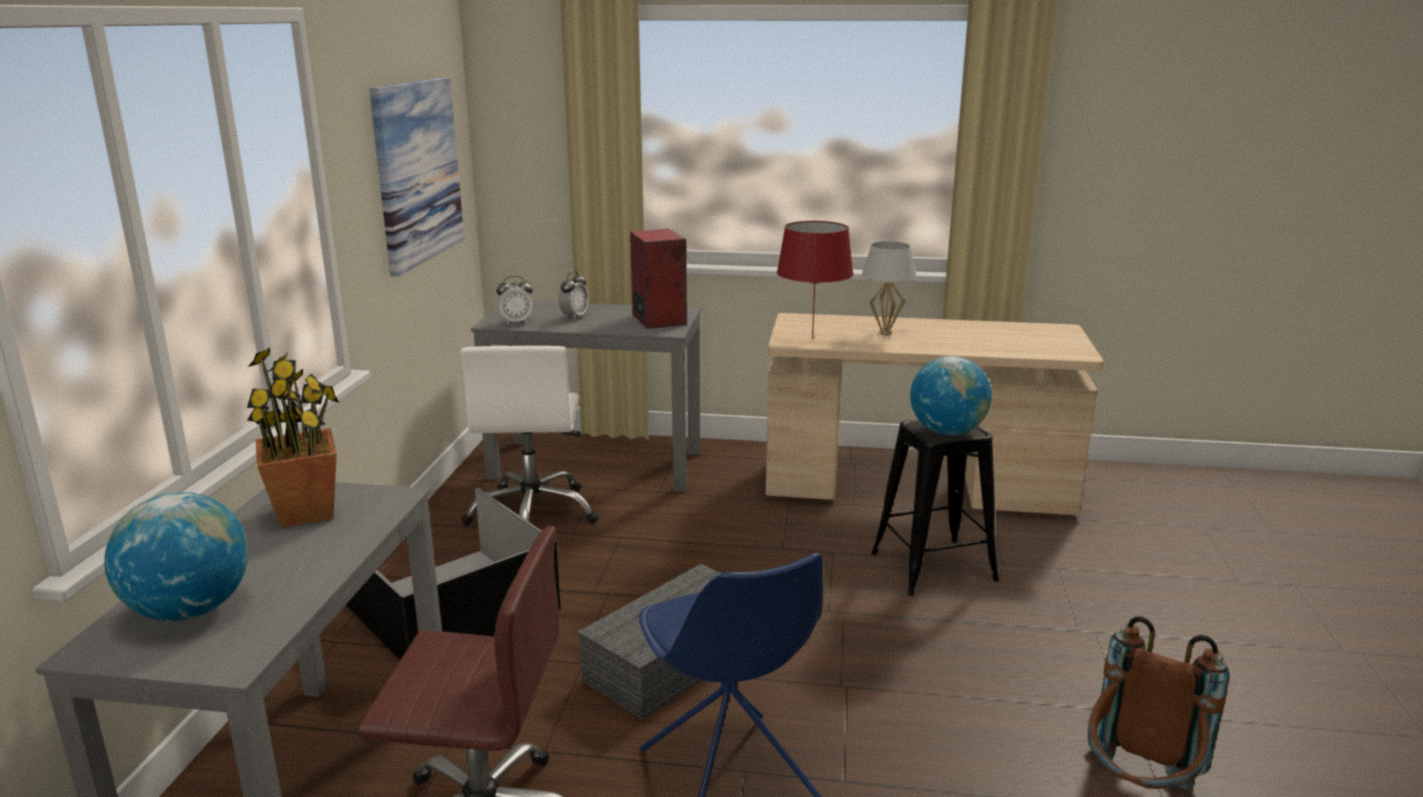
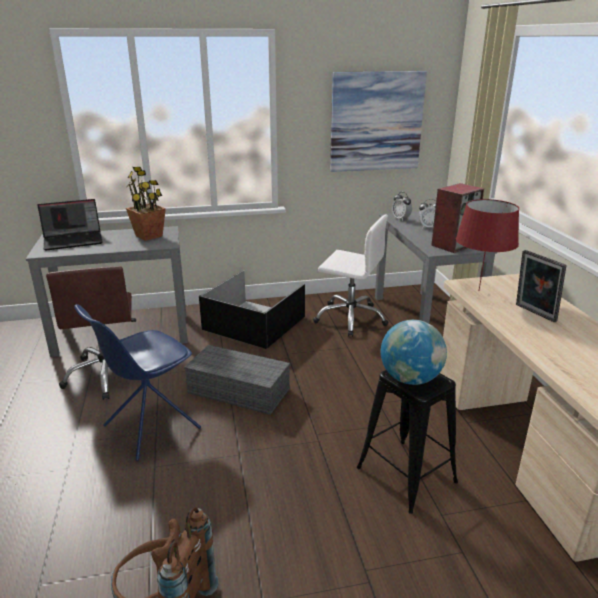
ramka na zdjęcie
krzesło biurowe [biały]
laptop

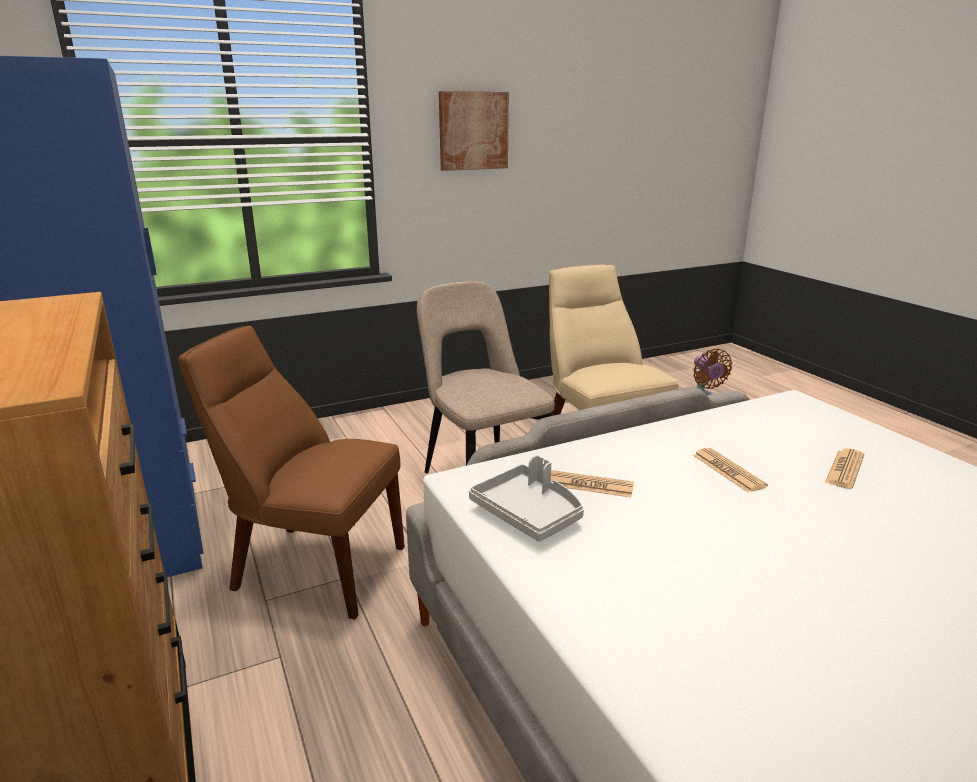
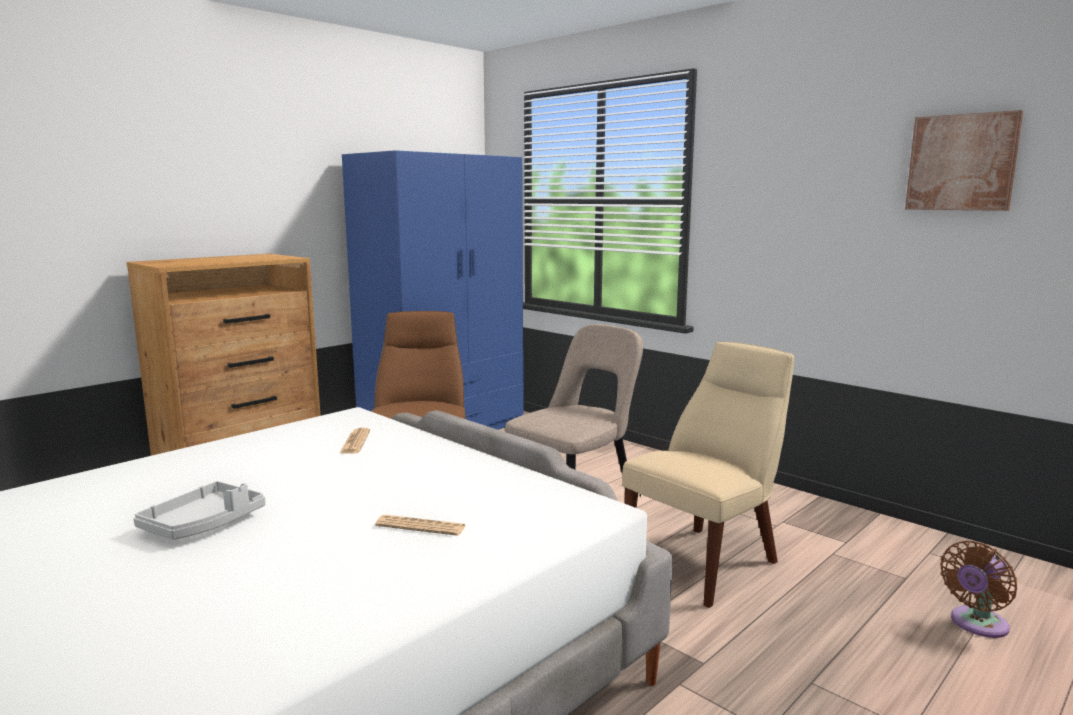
obraz
gazeta (2nd from left in the first image)
taca [szary]

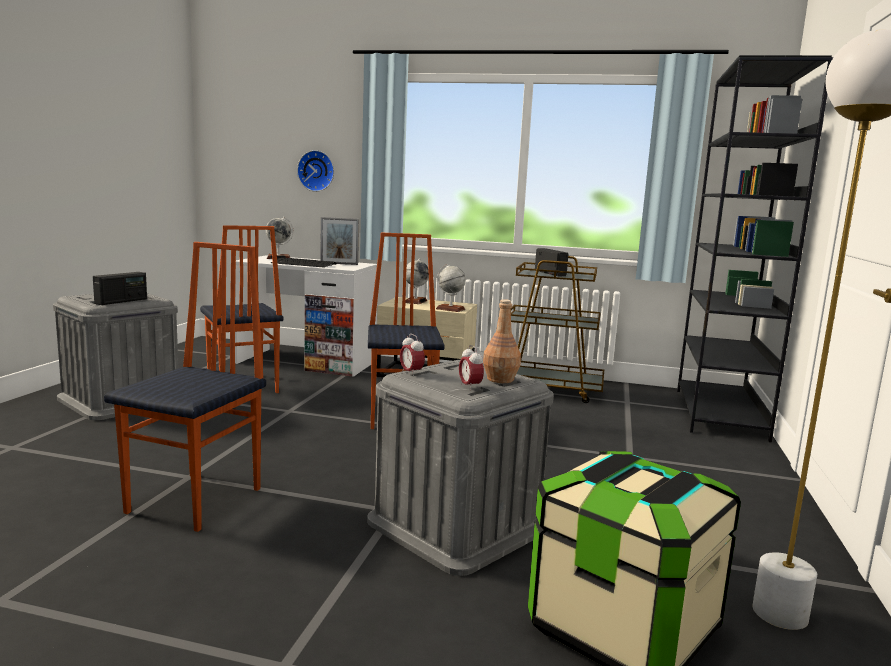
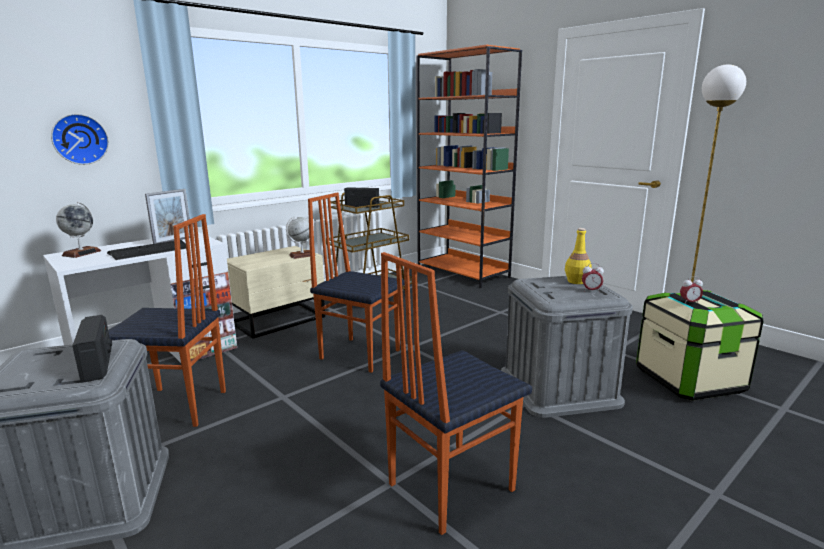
regał [pomarańczowy]
krzesło (3rd from left)
globus (2nd from left in the first image)
butelka [żółty]
budzik (2nd from left)

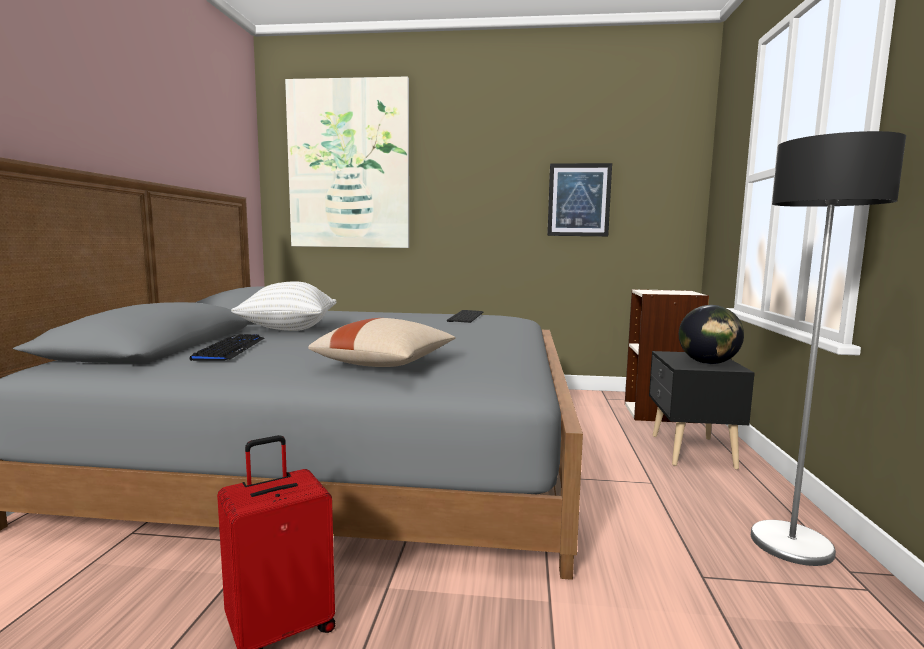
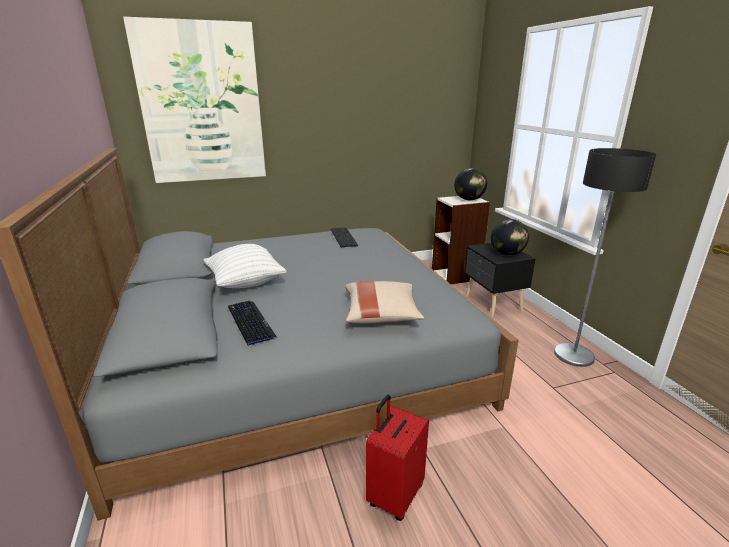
obraz (2nd from left in the first image)
globus (1st from left)

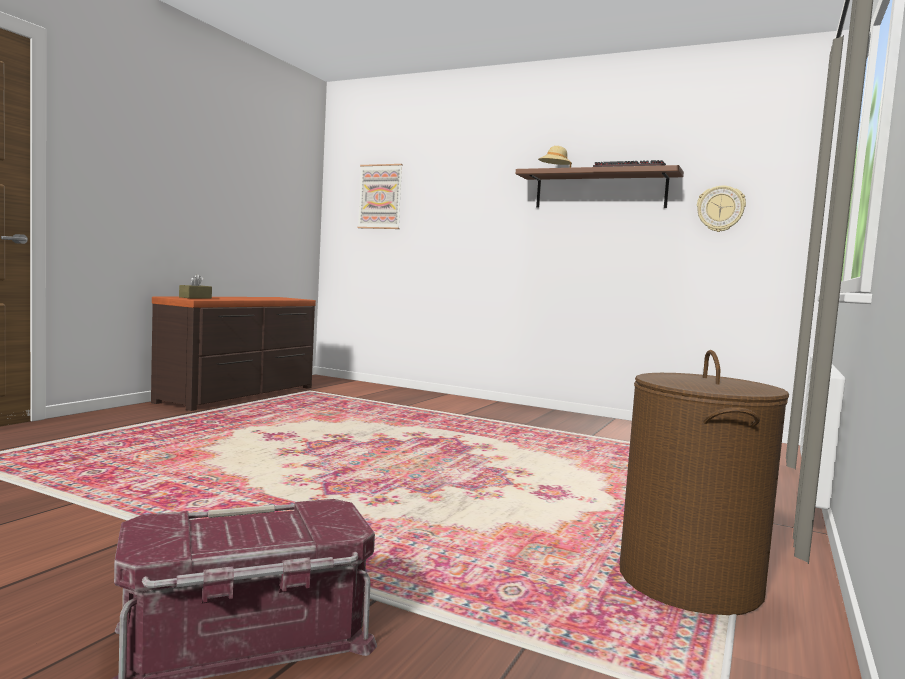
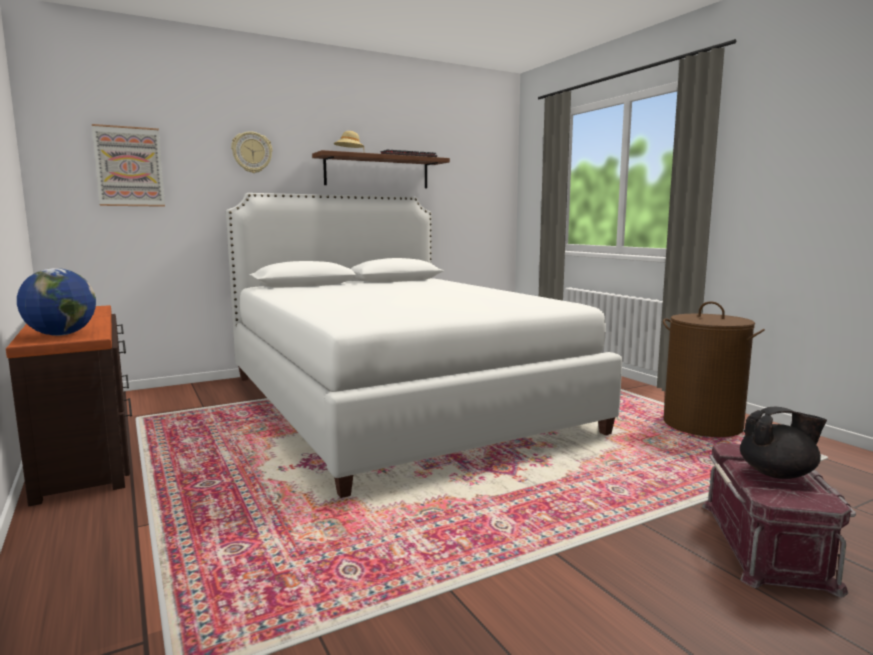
zegar ścienny
globus
łóżko [biały]
imbryk [czarny]

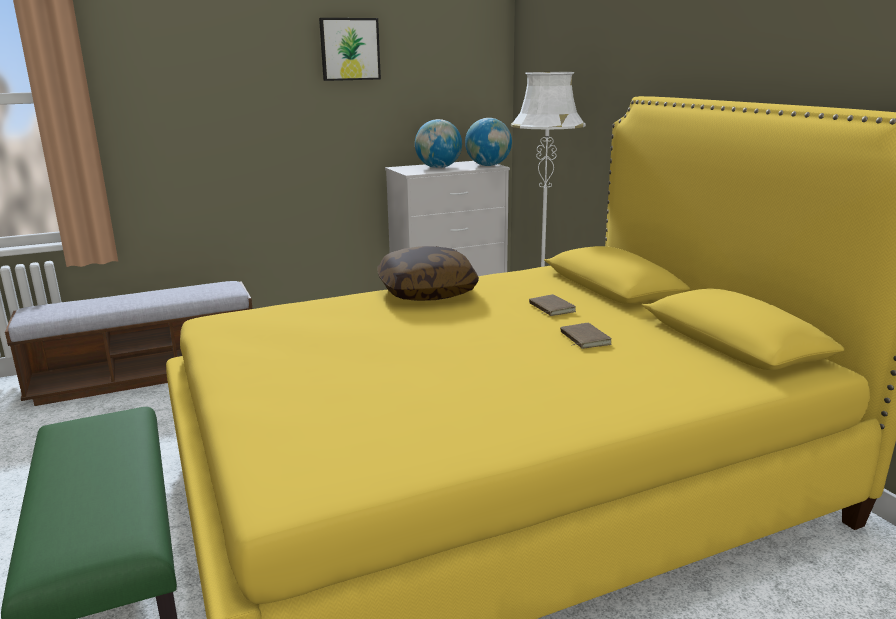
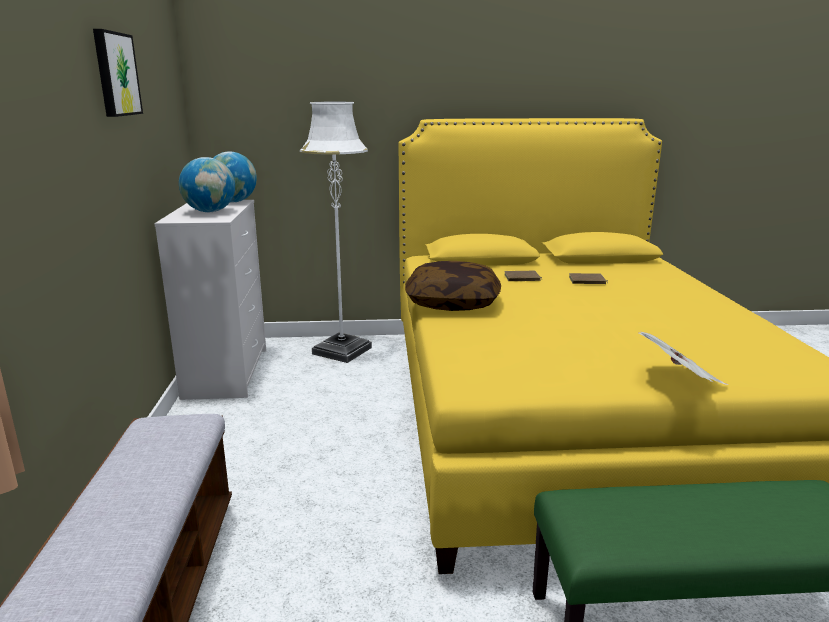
gazeta

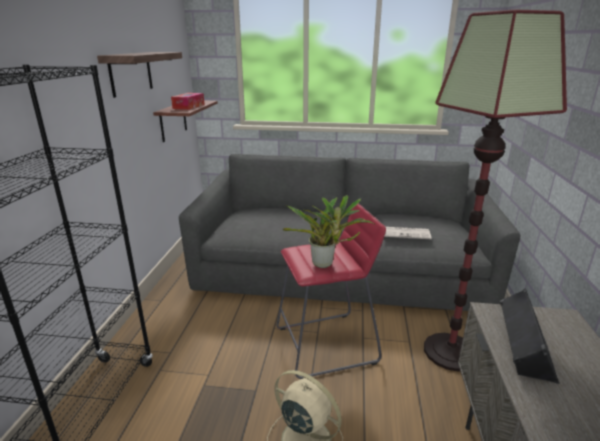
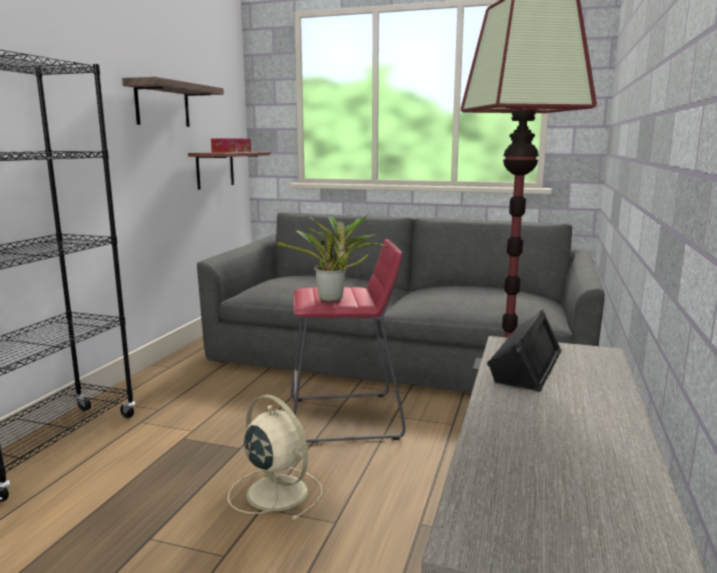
gazeta

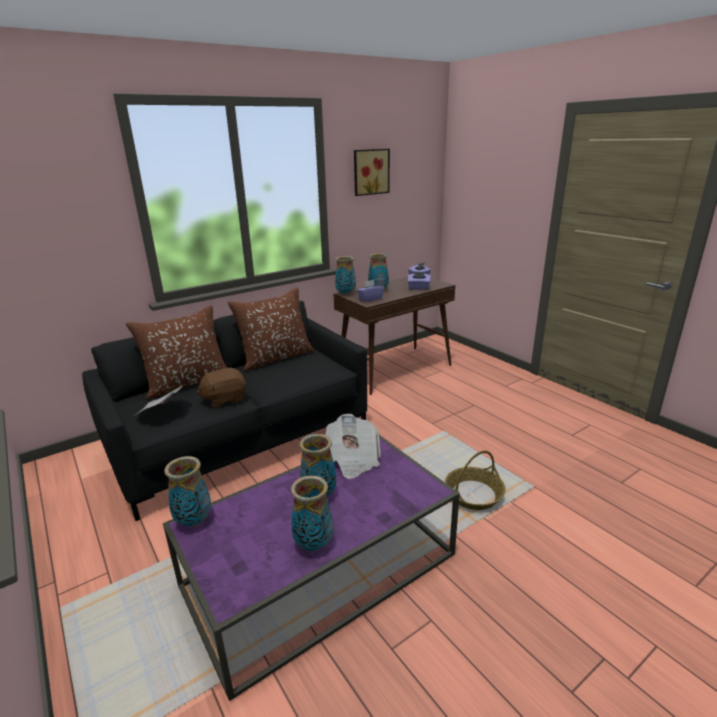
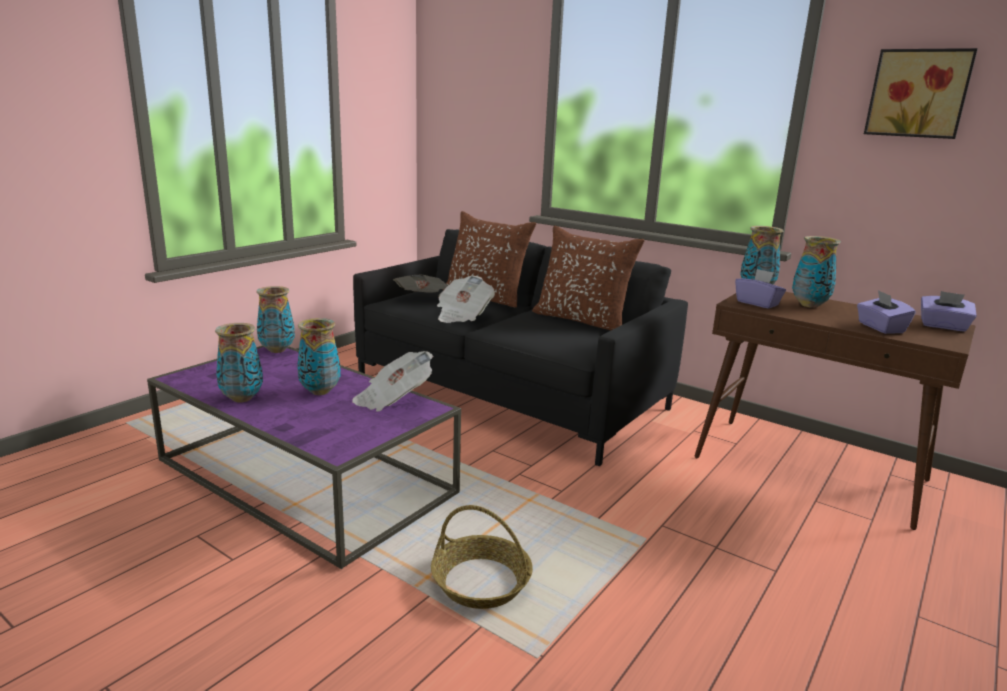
gazeta (3rd from left)

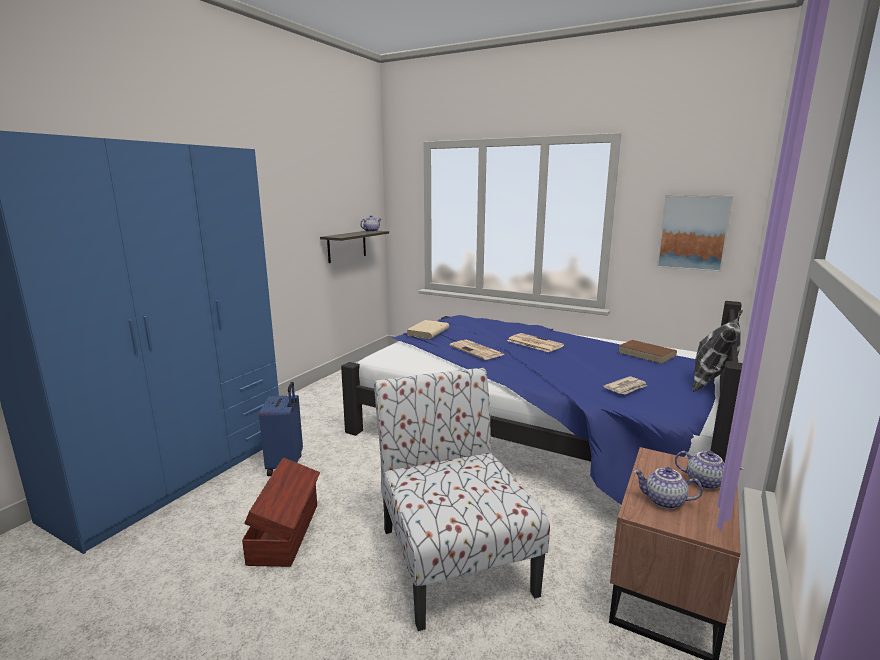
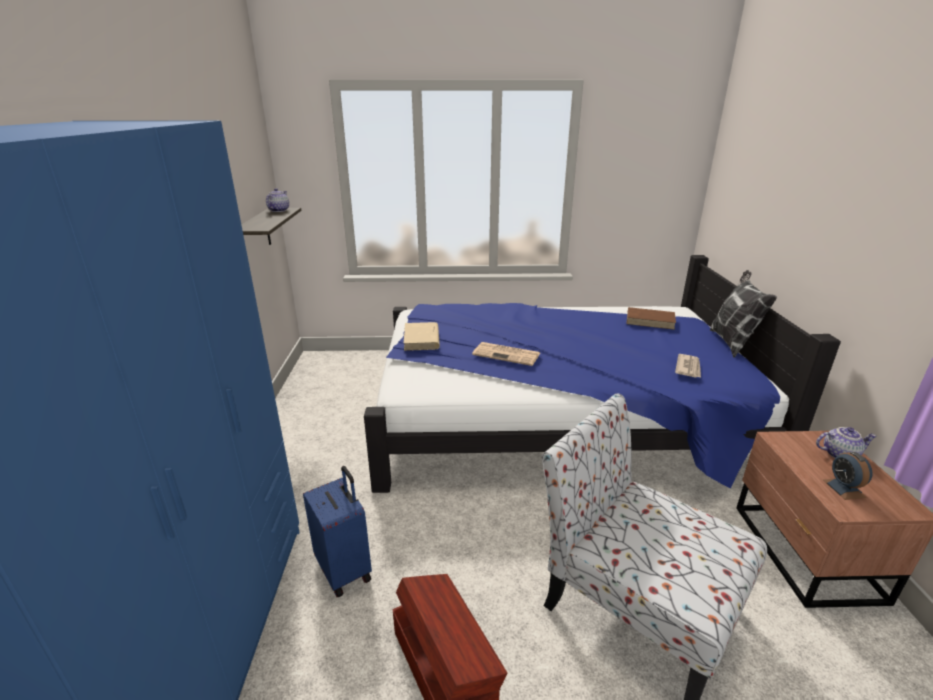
obraz
gazeta (2nd from left in the first image)
budzik

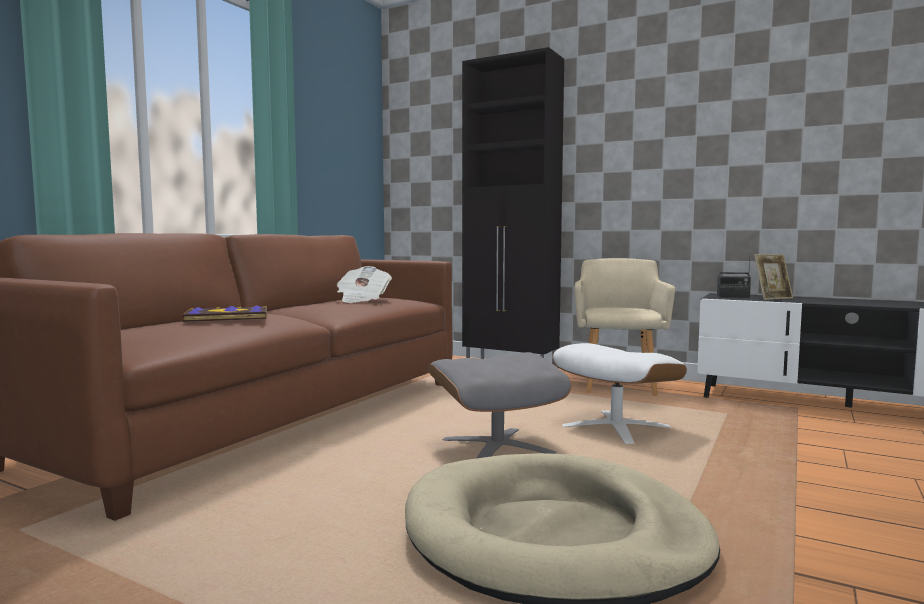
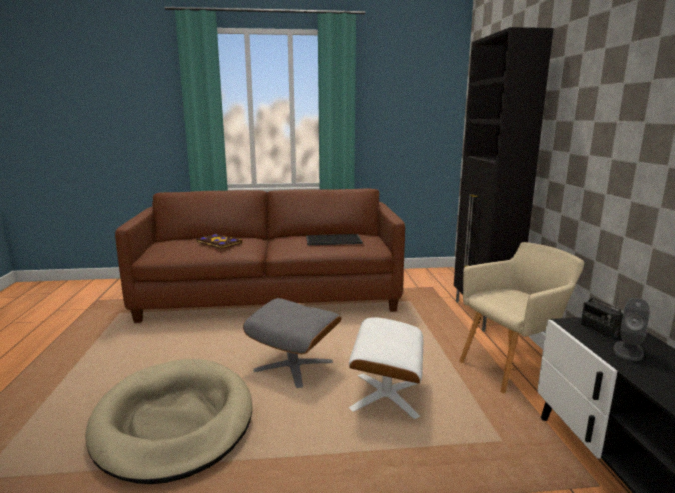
głośnik [szary]
taca

